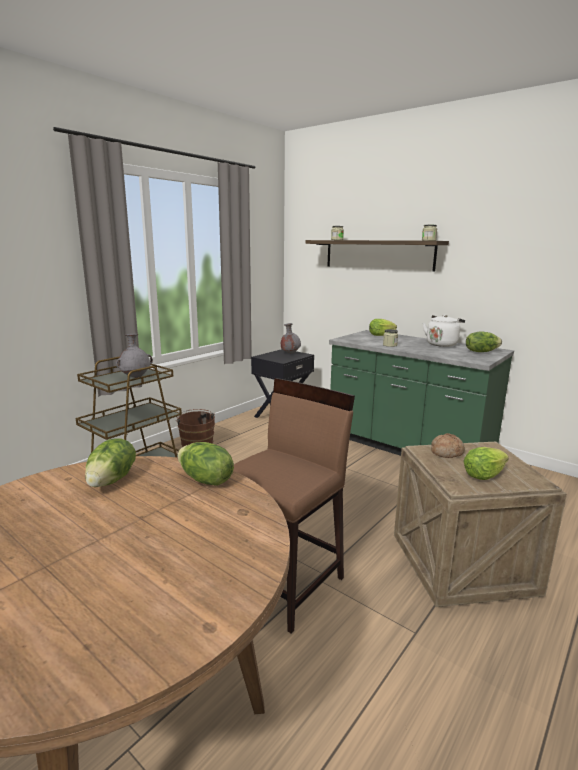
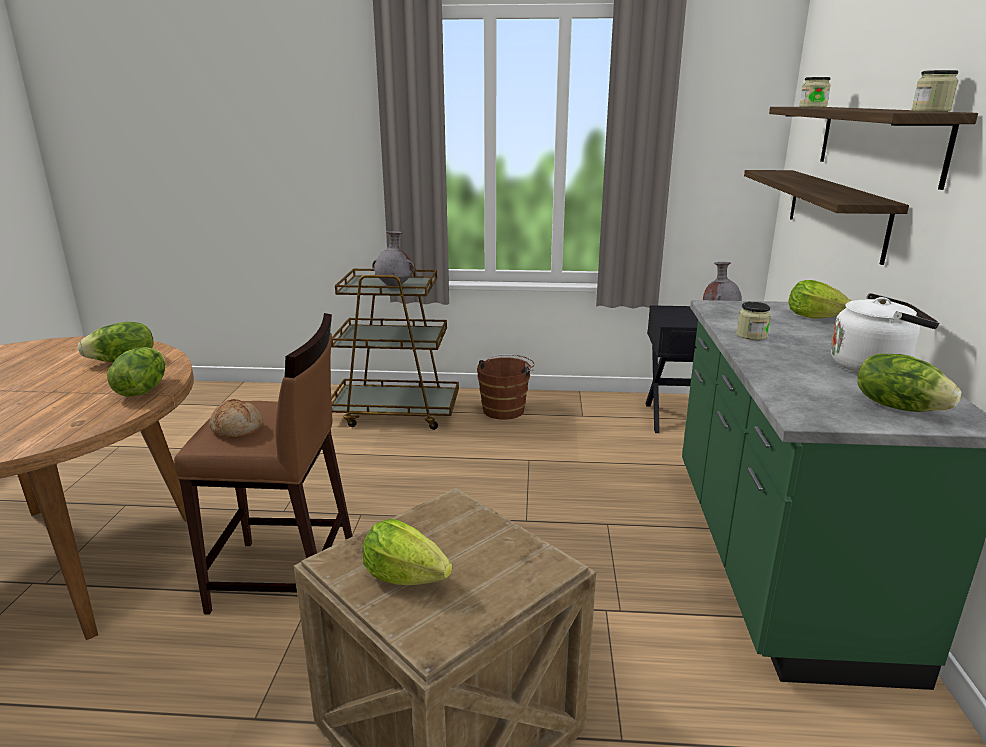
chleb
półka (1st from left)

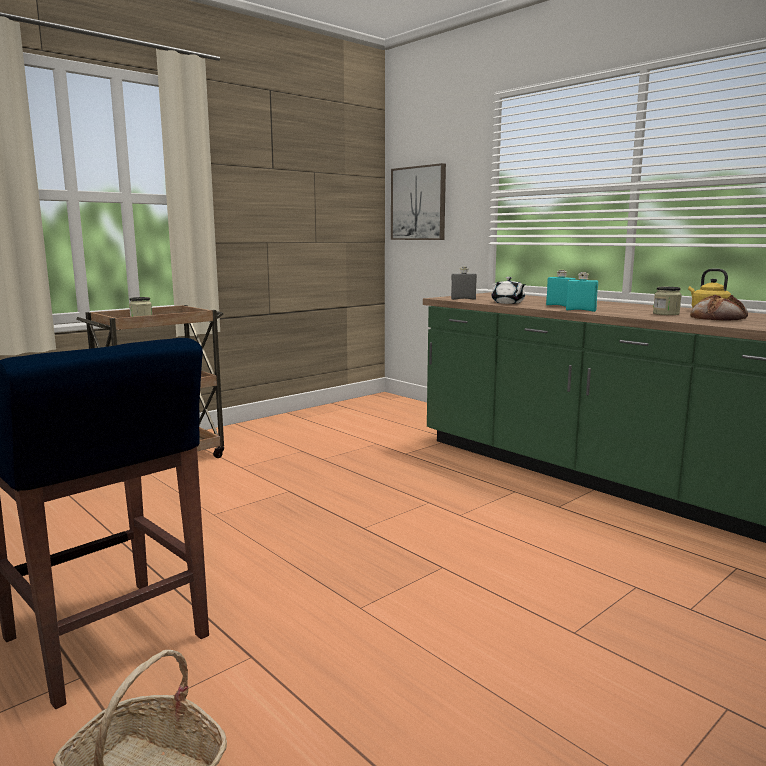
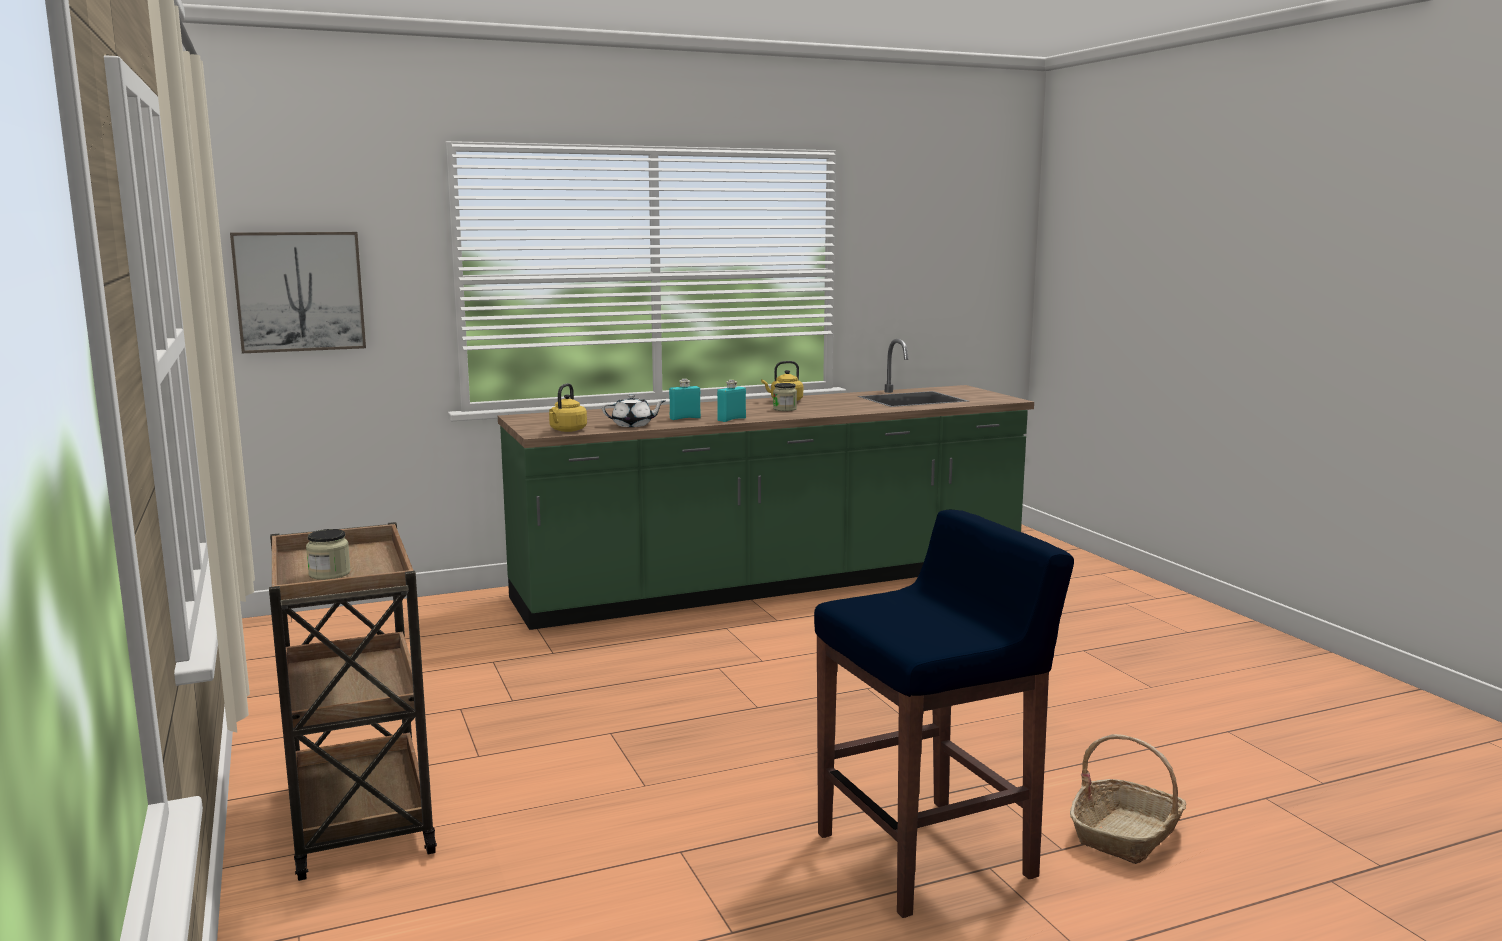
czajnik [żółty] (1st from left)
chleb

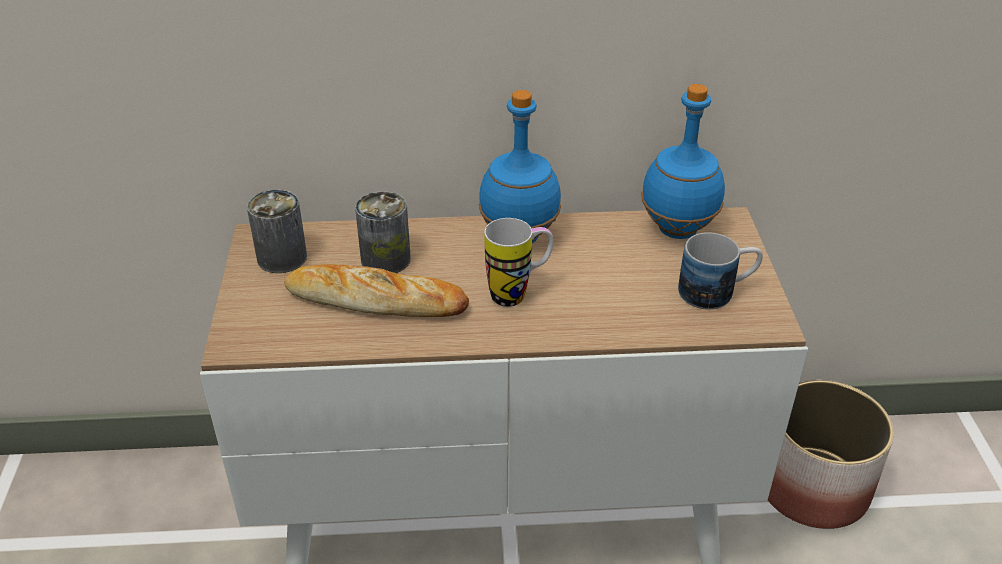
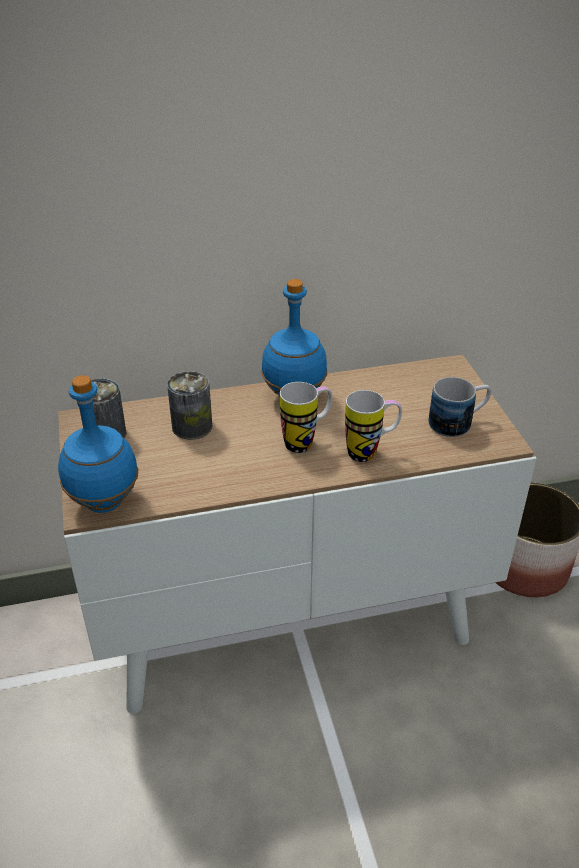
butelka [niebieski] (1st from left)
chleb
kubek (2nd from left)

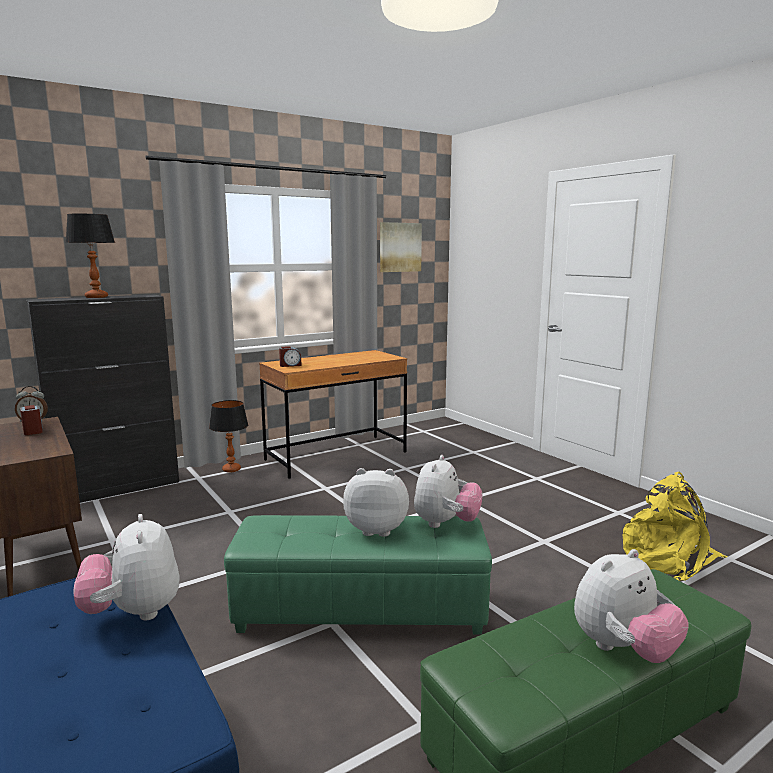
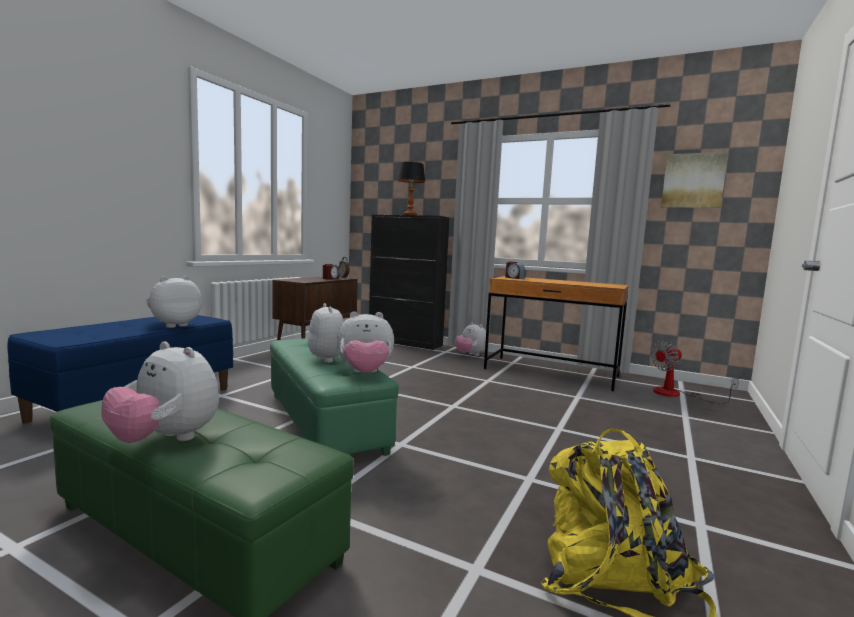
pluszak (5th from left)
wentylator

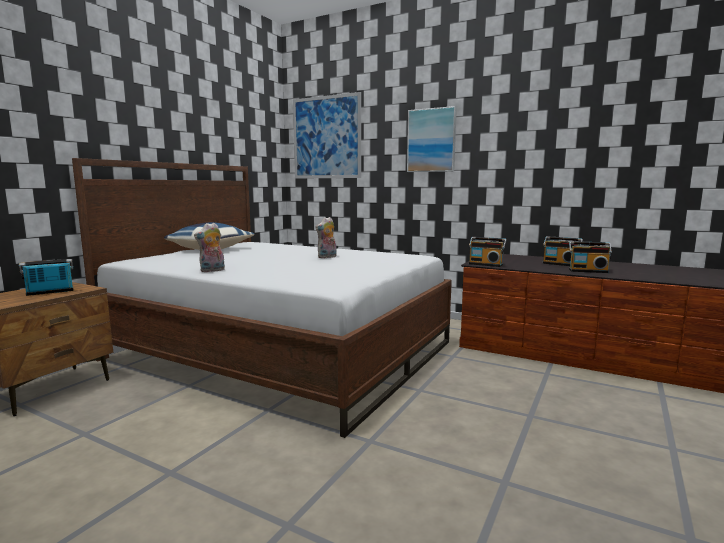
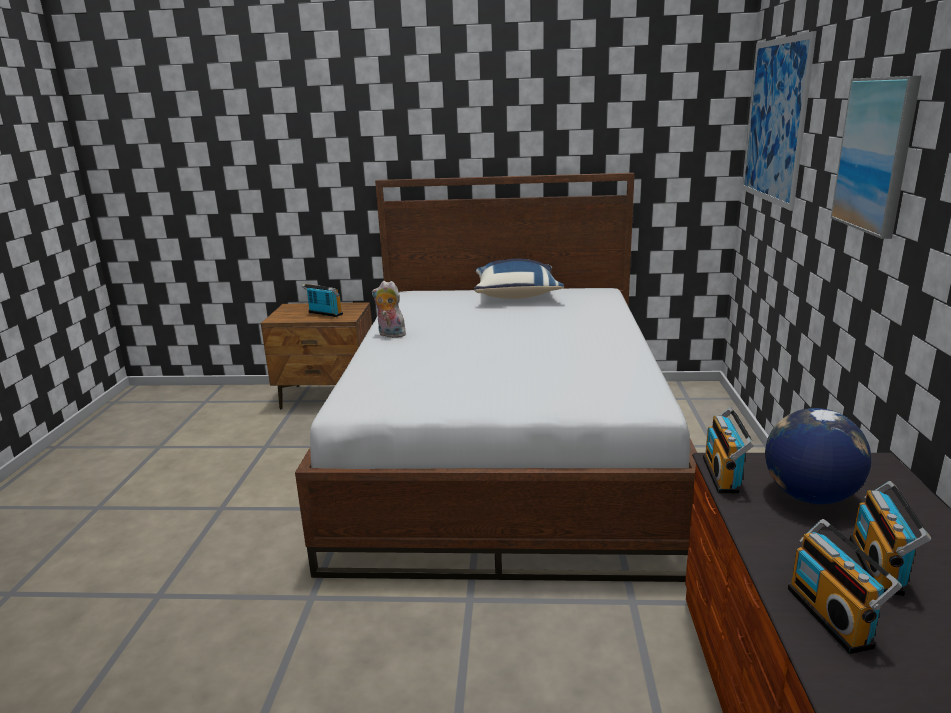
pluszak (2nd from left in the first image)
globus

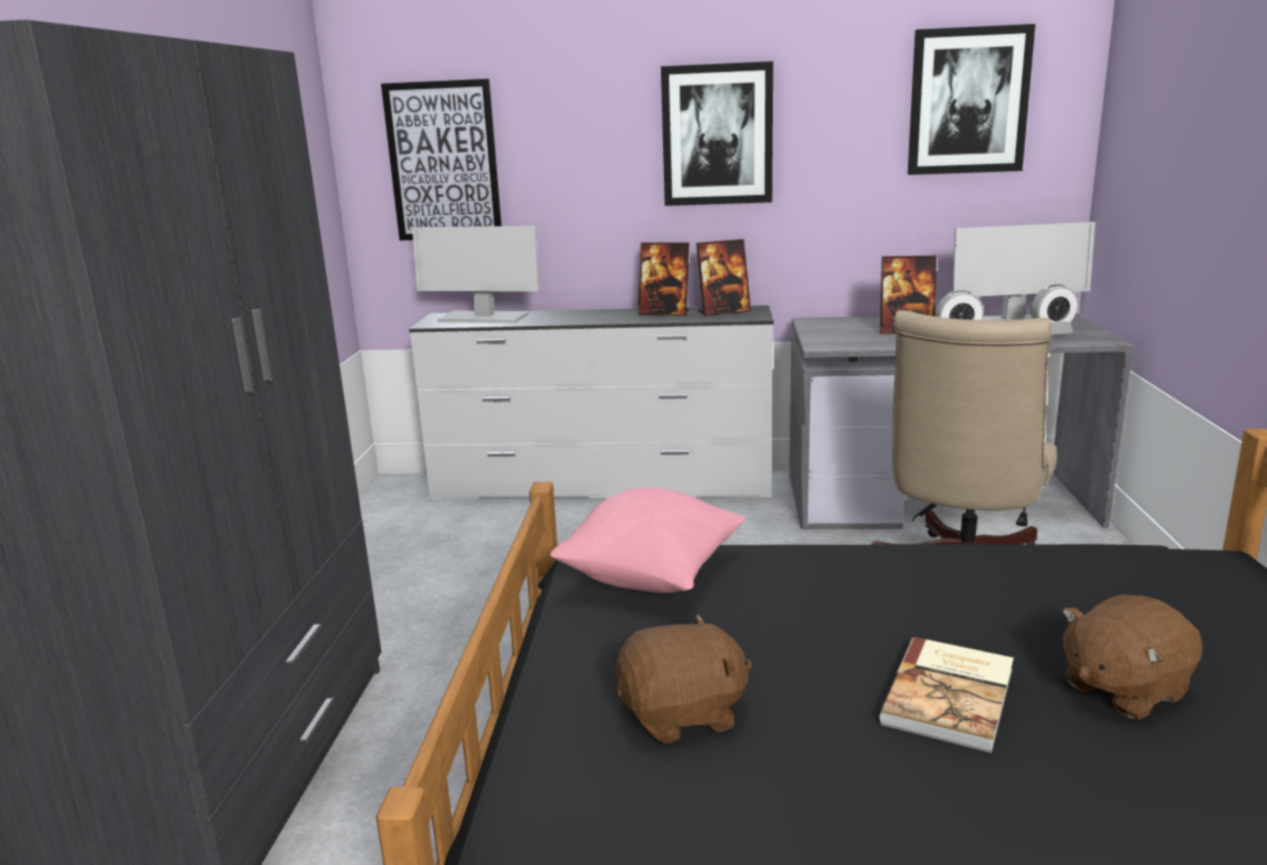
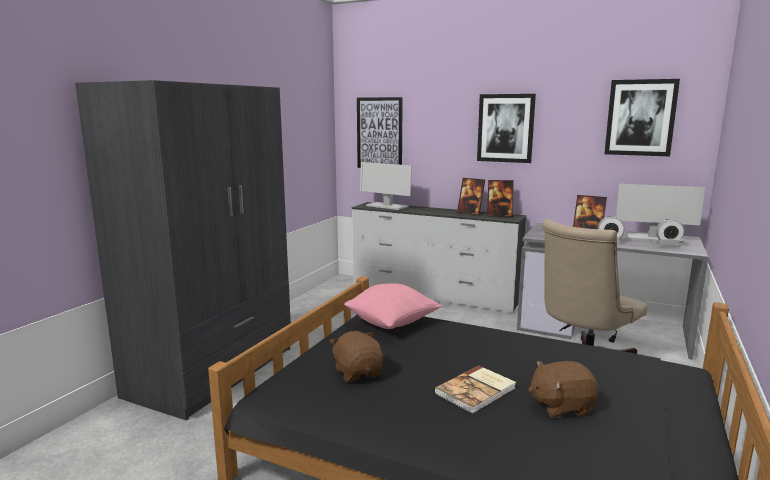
pluszak [brązowy] (1st from left)

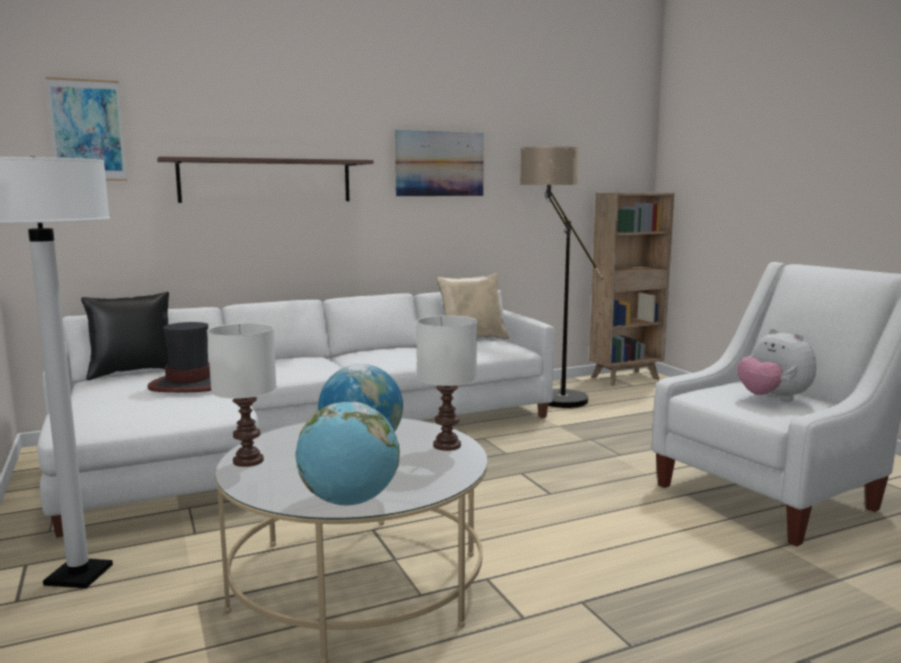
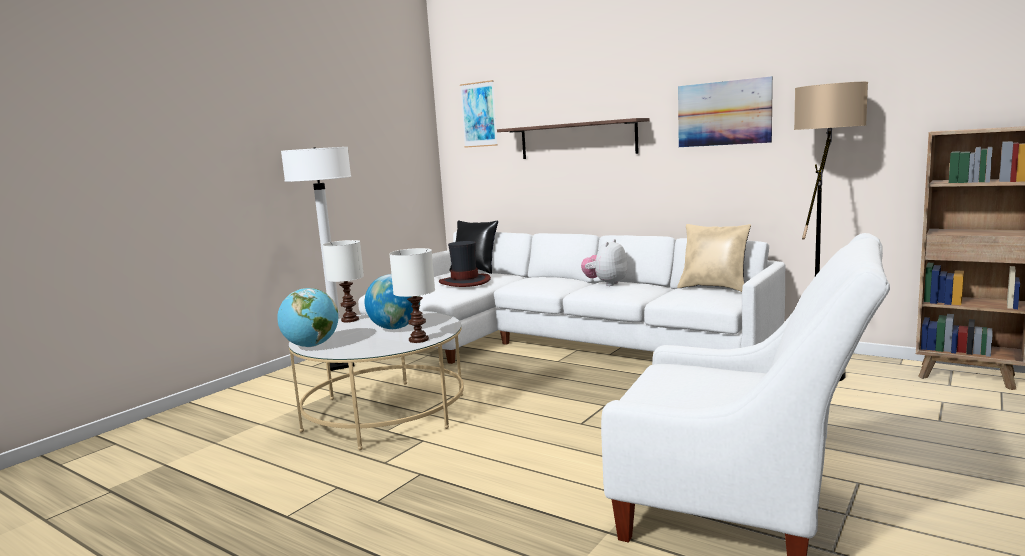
pluszak

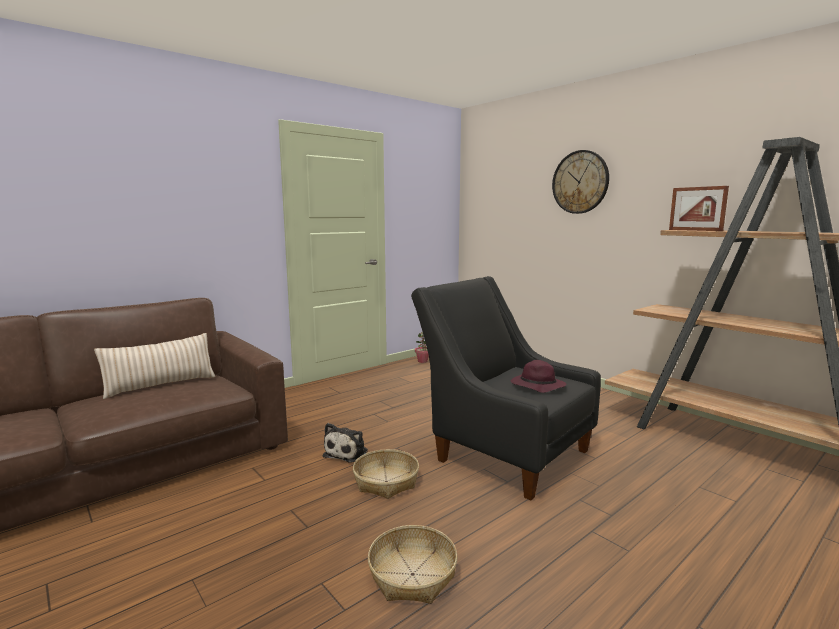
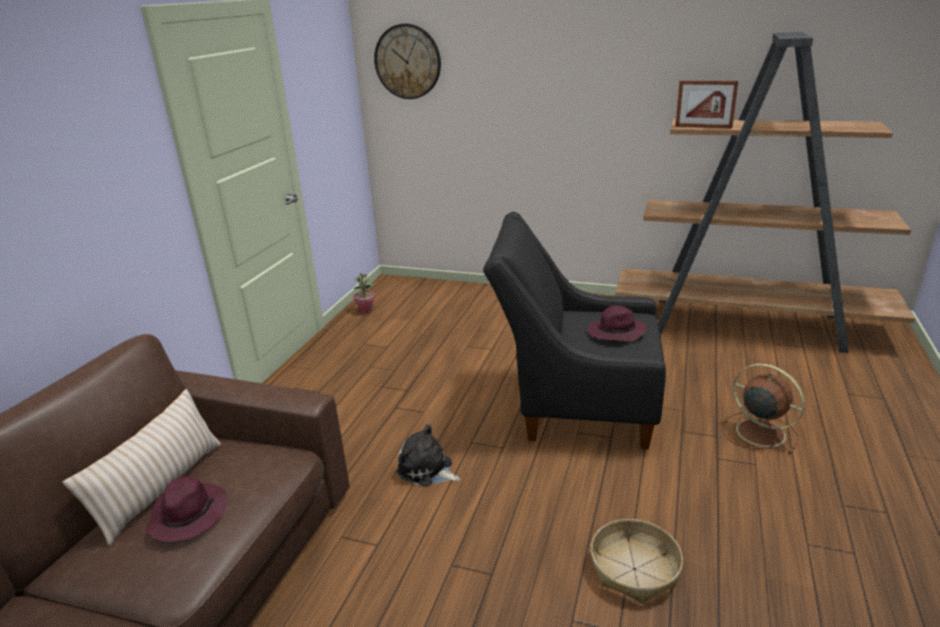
zegar ścienny
pluszak
koszyk (1st from left in the first image)
wentylator [brązowy]
kapelusz [fioletowy] (1st from left)

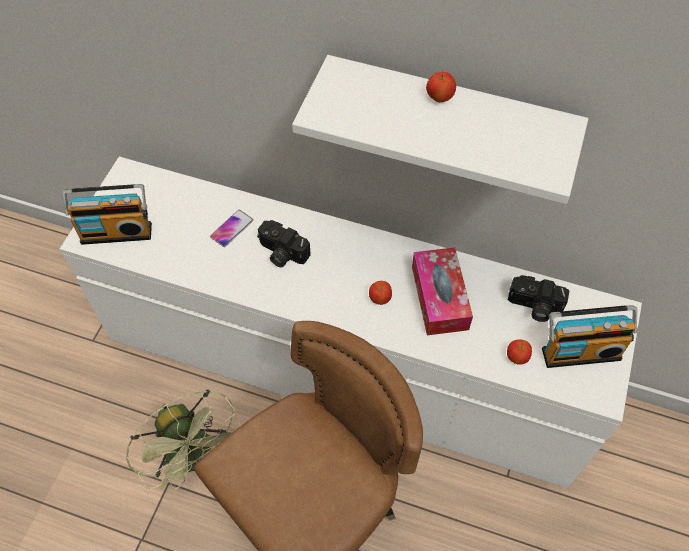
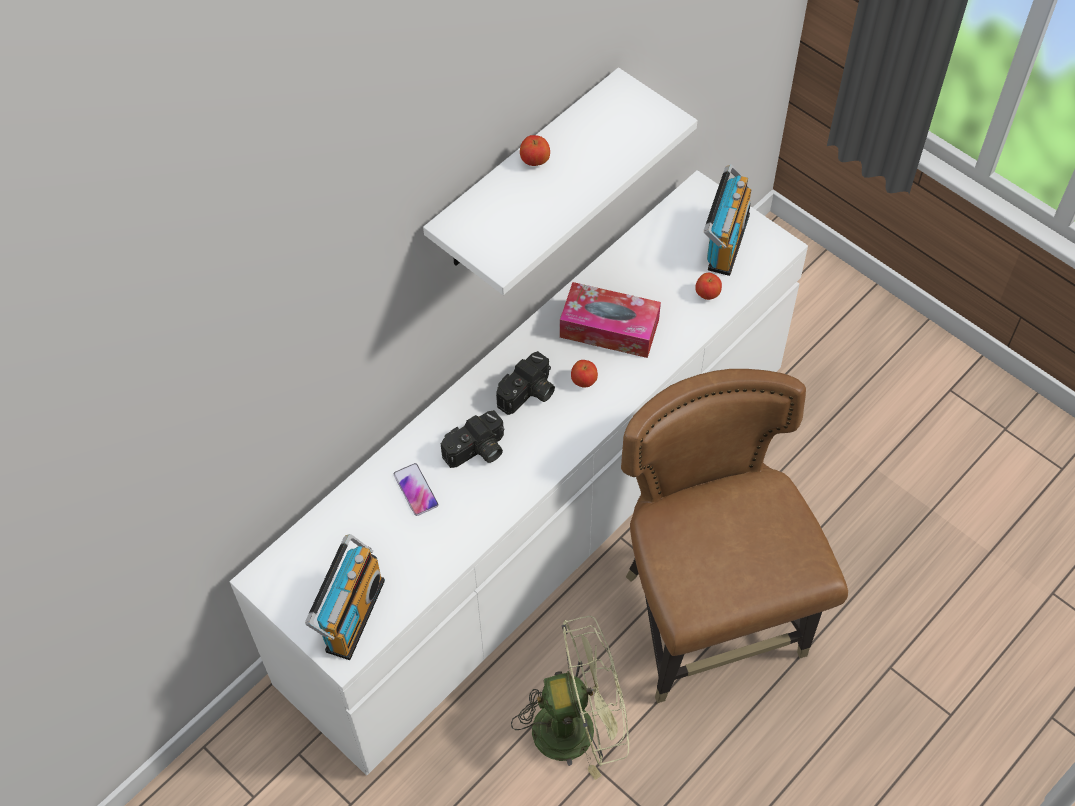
aparat fotograficzny (2nd from left)

